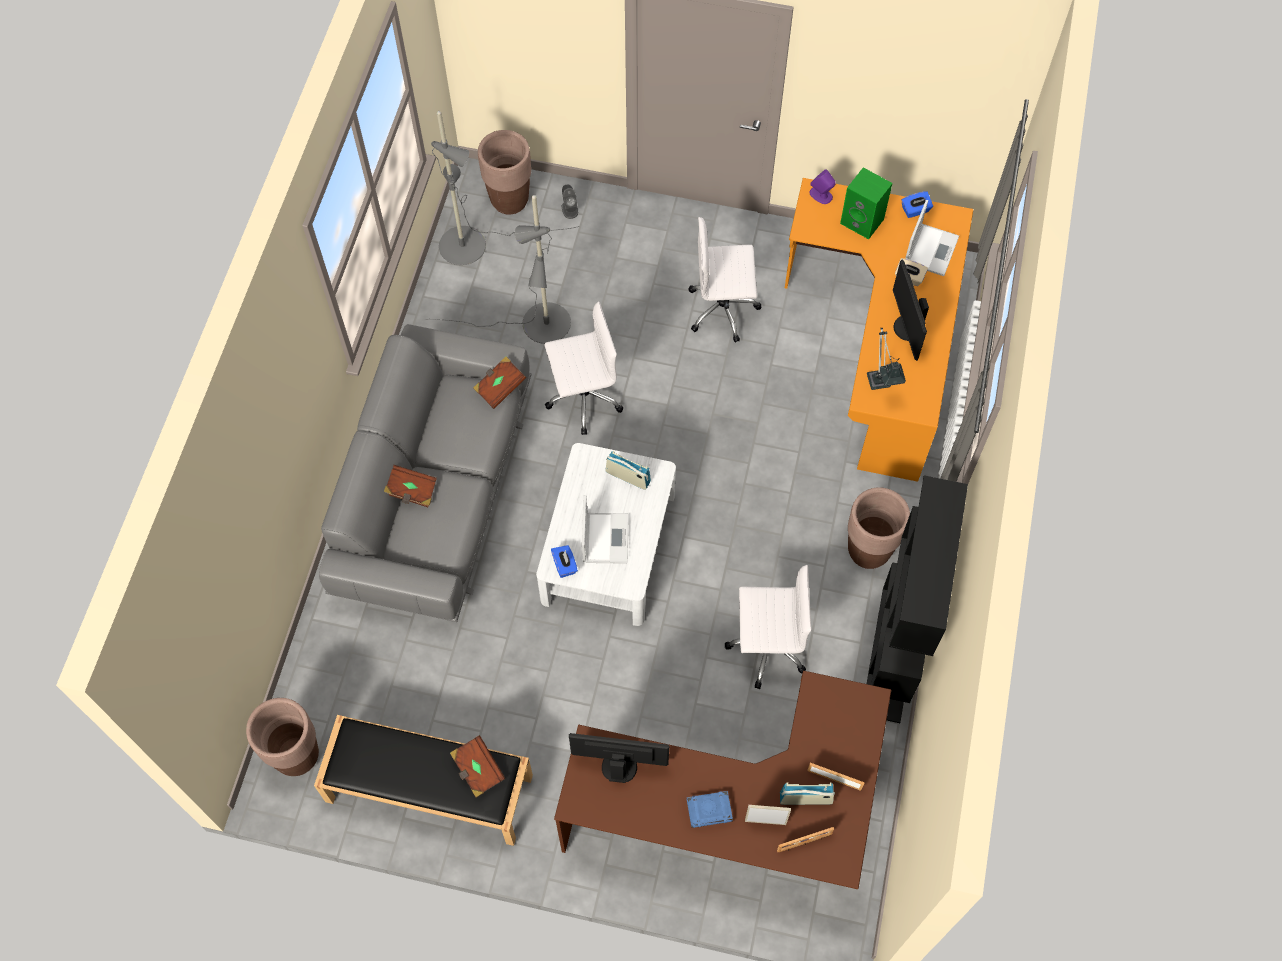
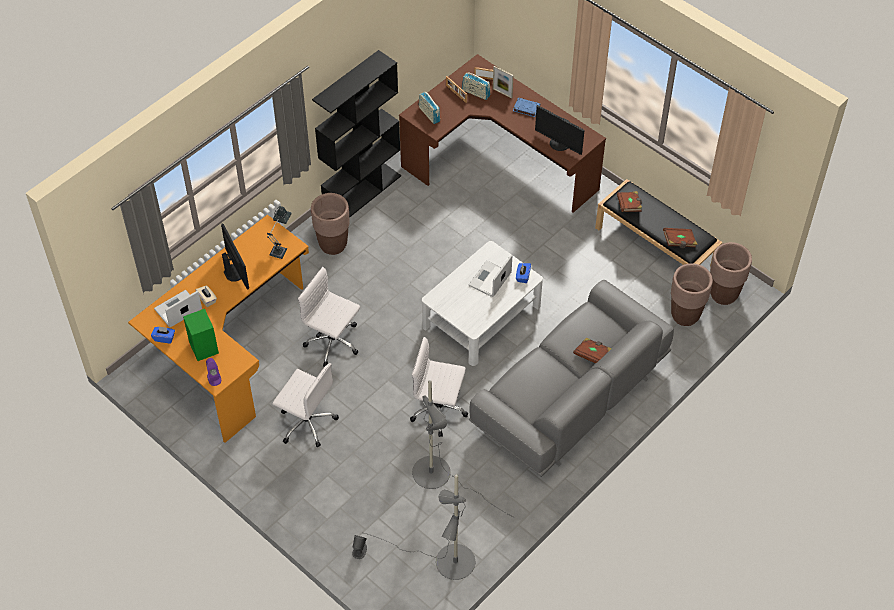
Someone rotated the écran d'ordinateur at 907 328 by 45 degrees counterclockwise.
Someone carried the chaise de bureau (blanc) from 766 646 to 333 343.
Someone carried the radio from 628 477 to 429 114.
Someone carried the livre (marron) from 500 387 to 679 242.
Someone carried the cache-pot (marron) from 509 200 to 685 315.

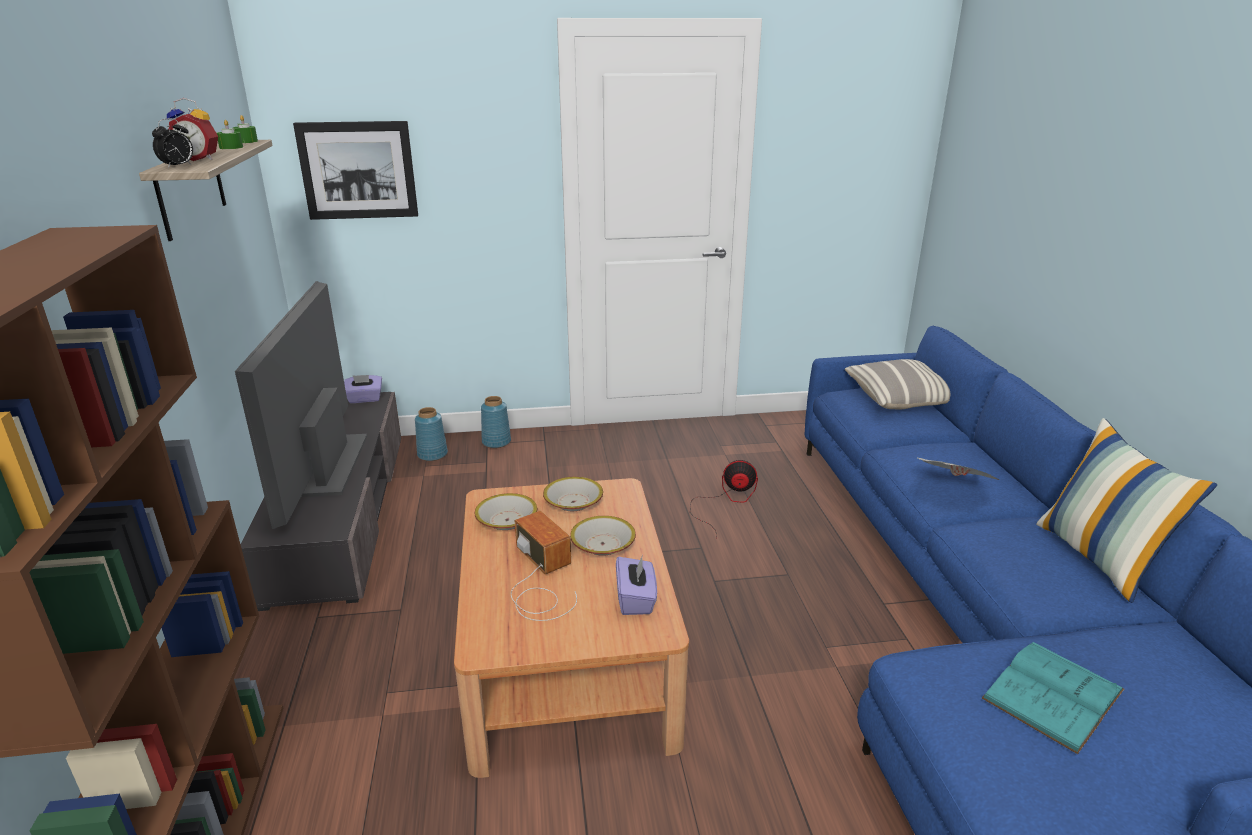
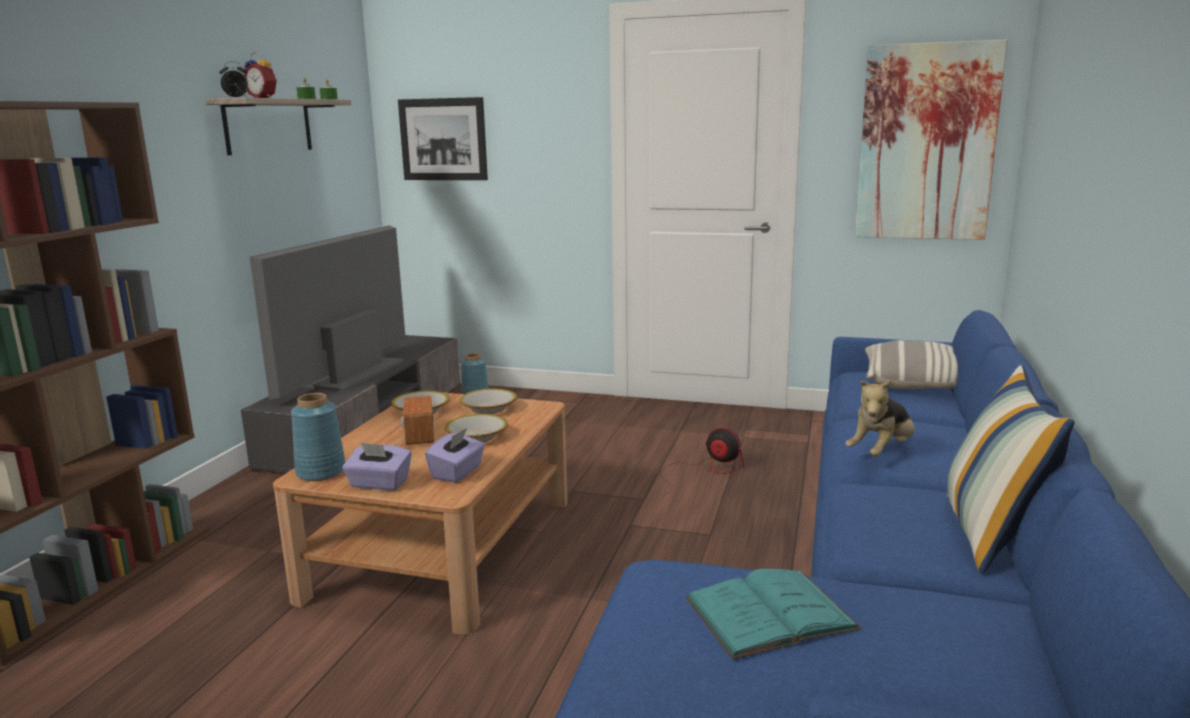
Someone carried the vase (bleu) from 496 442 to 321 472.
Someone carried the boîte à mouchoirs (violet) from 365 399 to 379 484.
Someone swapped the journal at 954 487 for the peluche at 881 452.
Someone put up the tableau at 926 143.

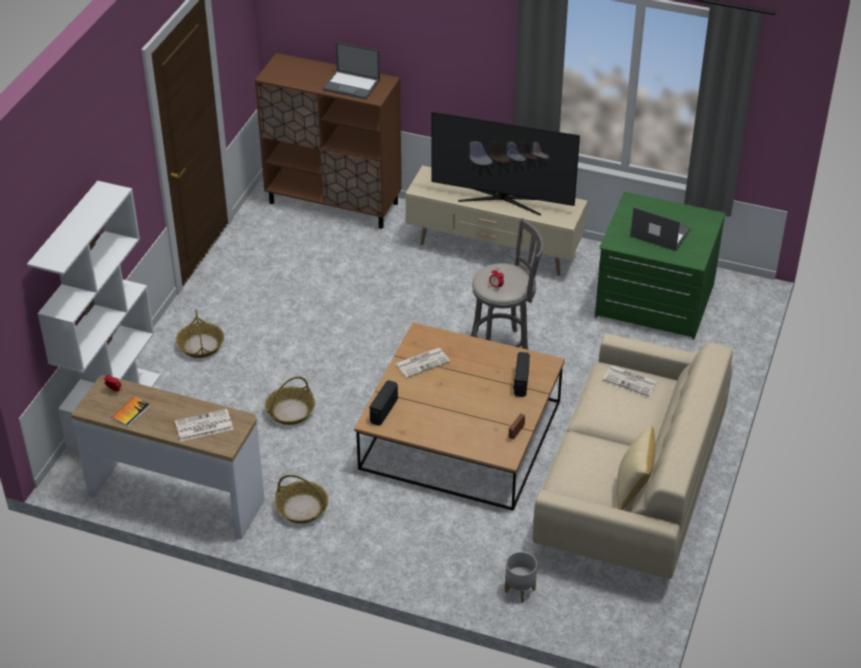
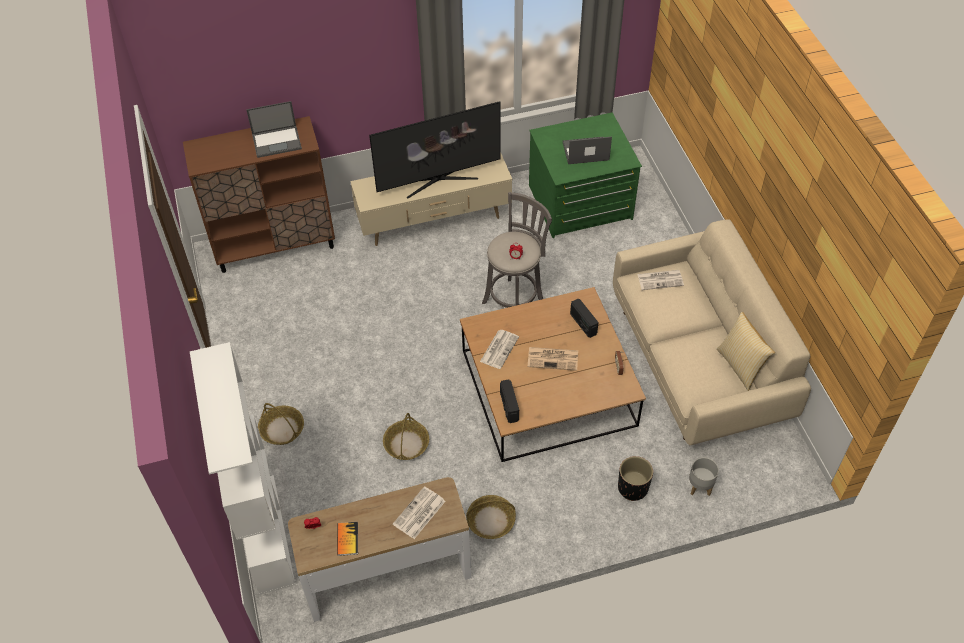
Someone put down the journal at 553 358.
Someone put down the cache-pot (noir) at 633 487.

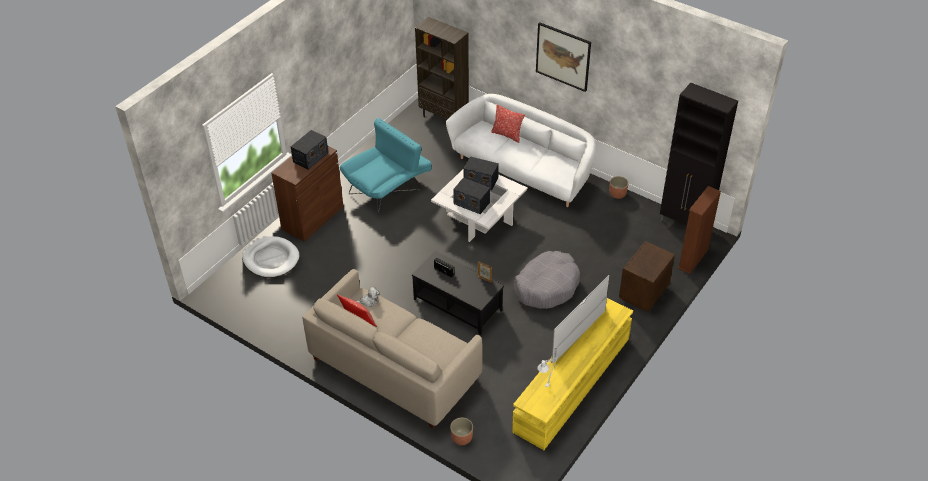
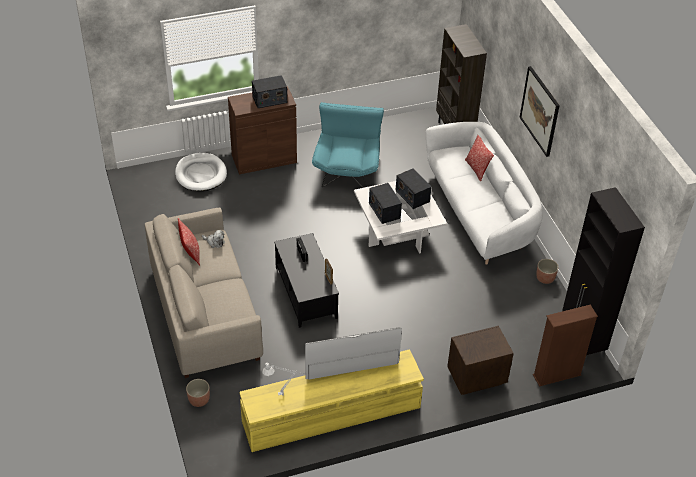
Someone rotated the fauteuil (turquoise) at 388 188 by 75 degrees counterclockwise.
Someone took away the panier pour chien (gris) at 546 286.

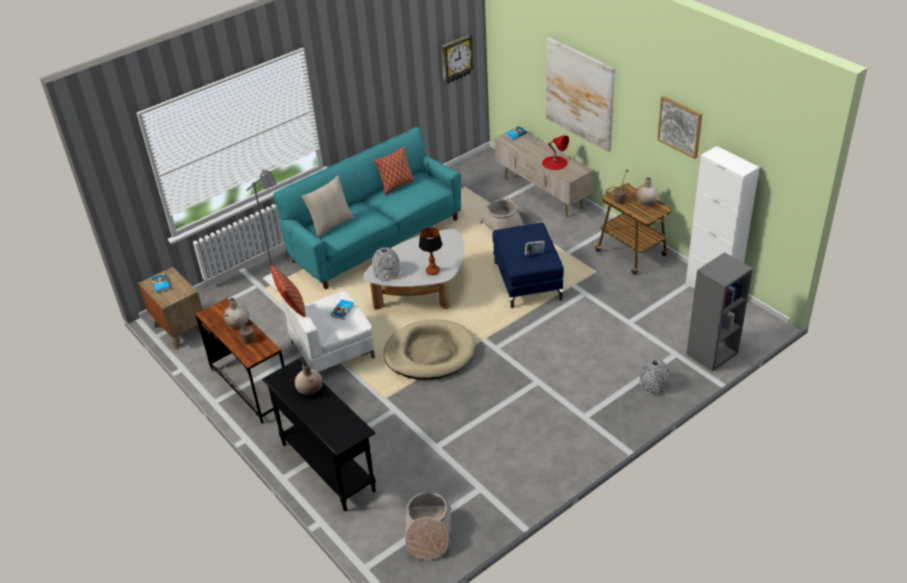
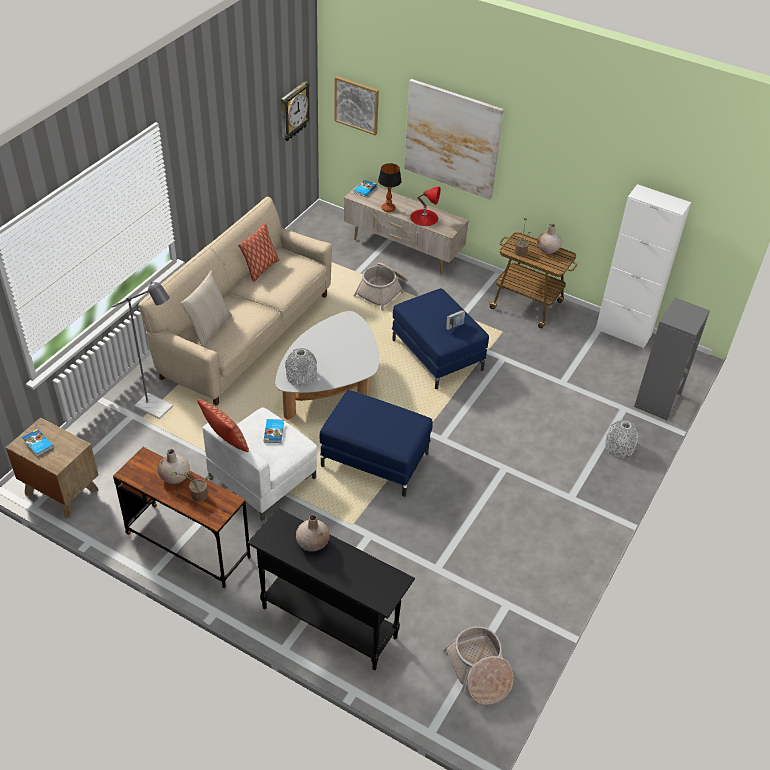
Someone repainted the canapé (turquoise) at 376 239, which became the canapé (beige) at 246 334.
Someone swapped the panier pour chien (beige) at 429 353 for the pouf (bleu) at 374 459.
Someone carried the tableau from 680 126 to 357 105.
Someone carried the lampe de table from 432 271 to 388 209.

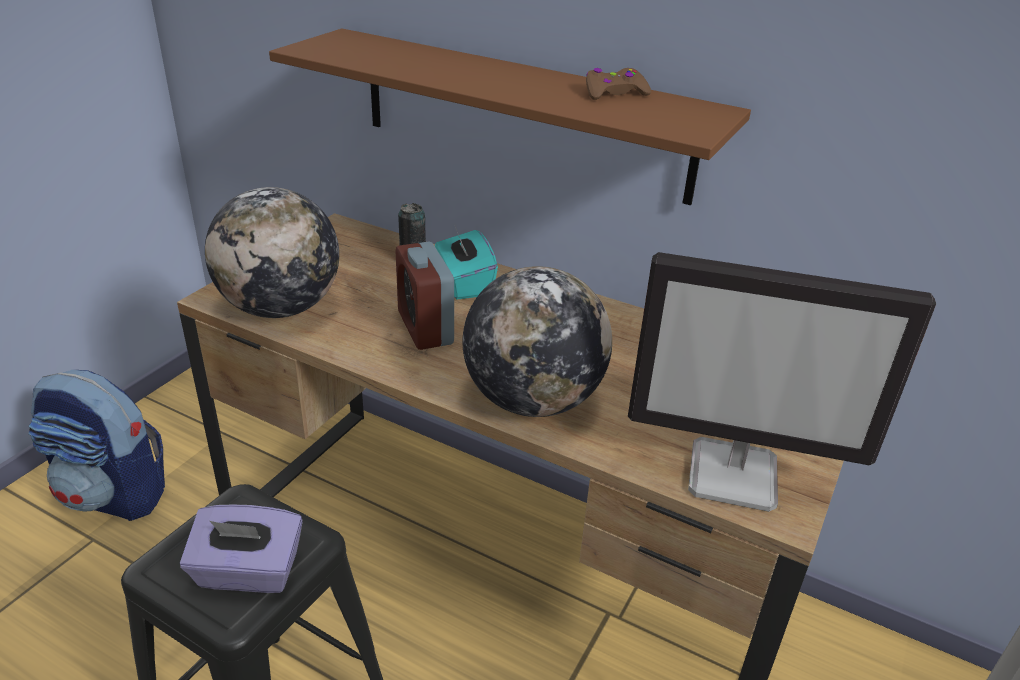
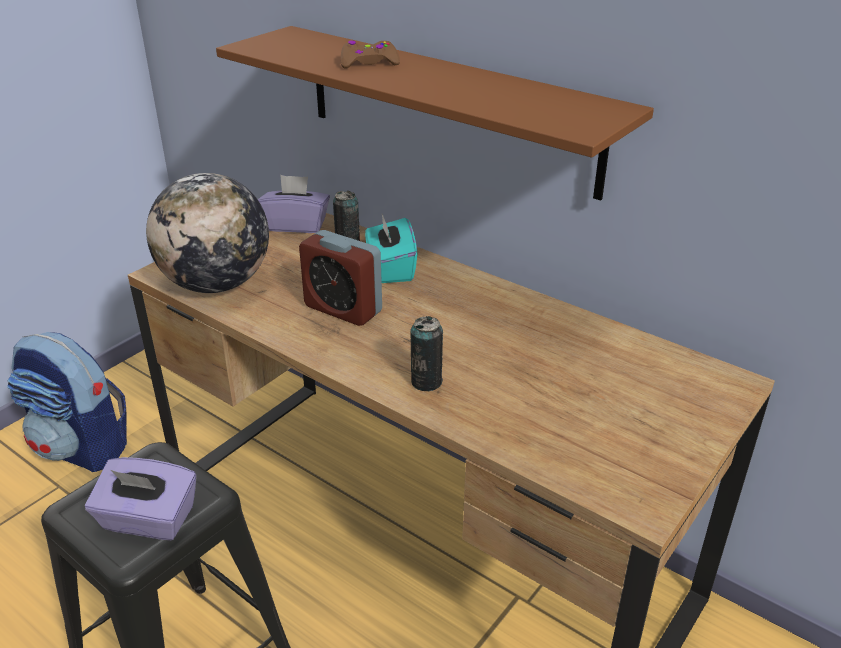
Someone put down the boîte à mouchoirs (violet) at 296 225.
Someone rotated the réveil at 425 328 by 45 degrees counterclockwise.
Someone carried the manette (marron) from 614 93 to 369 63.
Someone swapped the globe at 532 400 for the boîte métallique at 426 382.
Someone took away the écran d'ordinateur at 735 475.

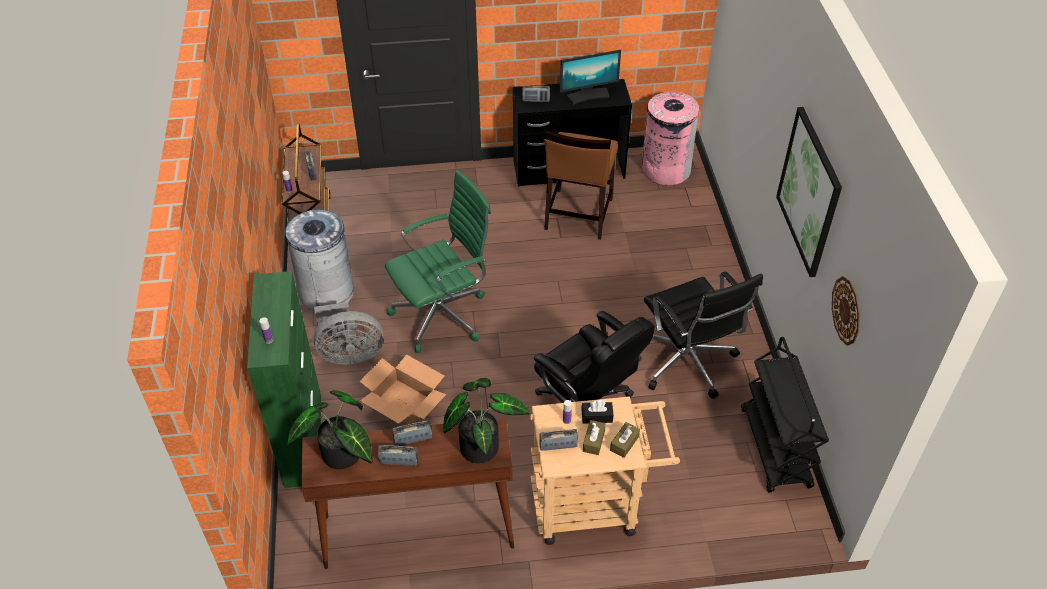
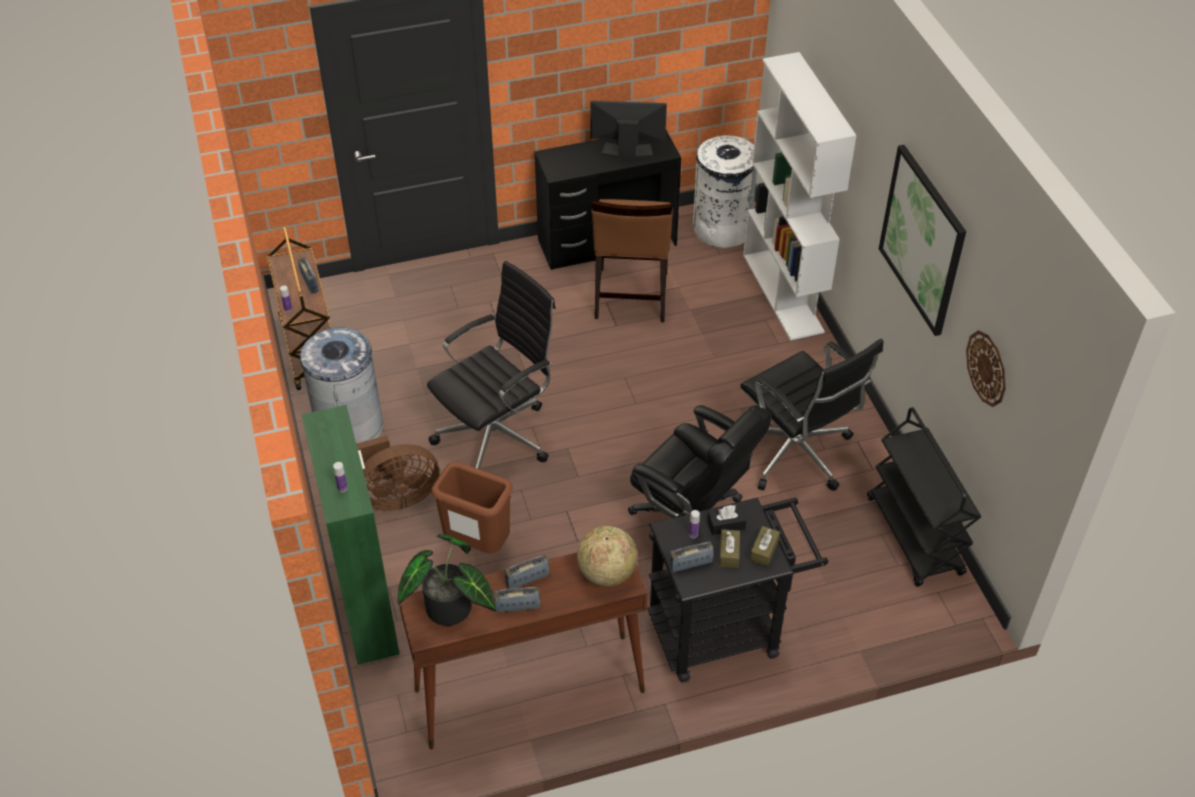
Someone repainted the ventilateur (gris) at 349 353, which became the ventilateur (marron) at 396 496.
Someone repainted the chaise de bureau (vert) at 443 314, which became the chaise de bureau (noir) at 497 435.
Someone swapped the carton at 404 402 for the poubelle (marron) at 476 545.
Someone swapped the plante en pot at 481 443 for the globe at 607 573.
Someone rotated the écran d'ordinateur at 588 95 by 150 degrees counterclockwise.
Someone repainted the chariot (beige) at 594 505, which became the chariot (noir) at 725 630.
Someone repainted the poubelle (rose) at 665 169, which became the poubelle (blanc) at 722 229.
Someone put down the bibliothèque (blanc) at 783 293.
Someone took away the radio at 535 100.

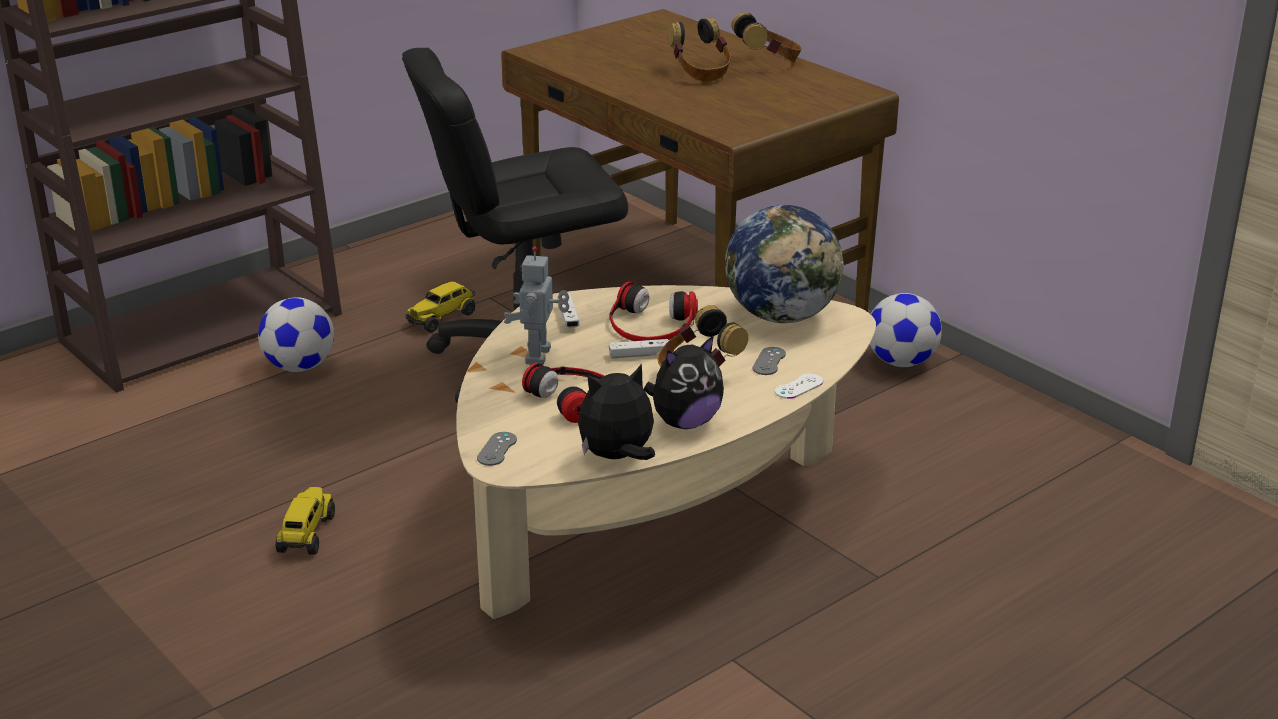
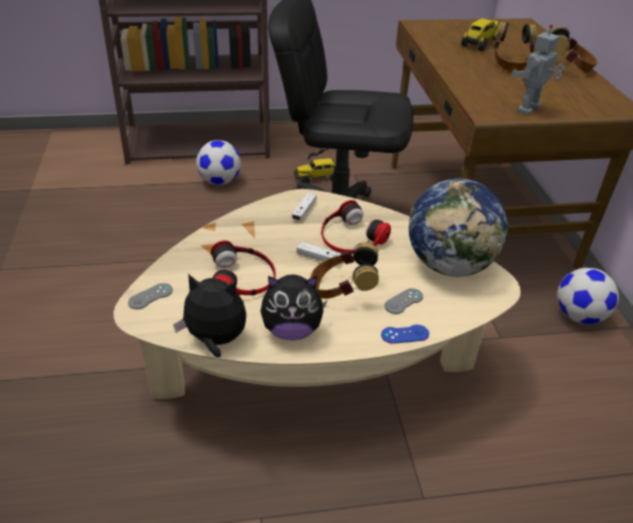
Someone repainted the manette (blanc) at 798 386, which became the manette (bleu) at 405 334.
Someone carried the camion jouet from 306 534 to 480 43.
Someone carried the robot jouet from 540 356 to 530 110.

